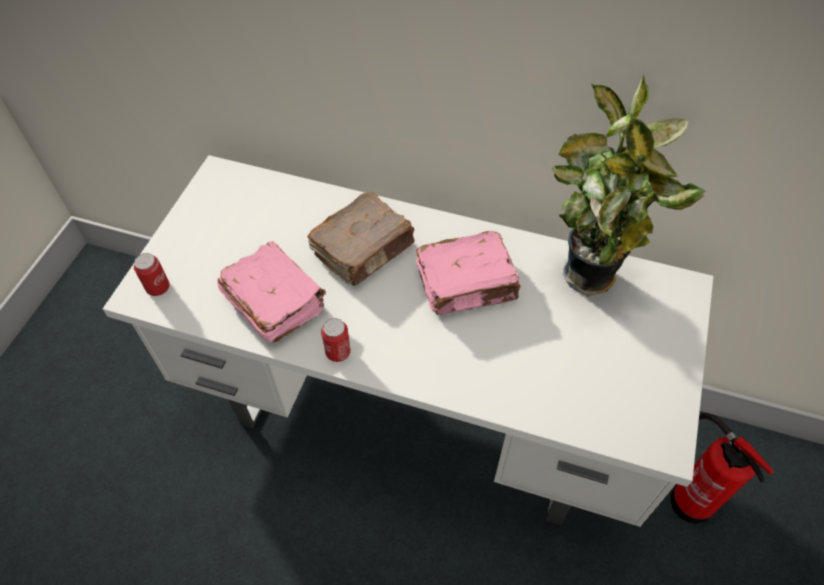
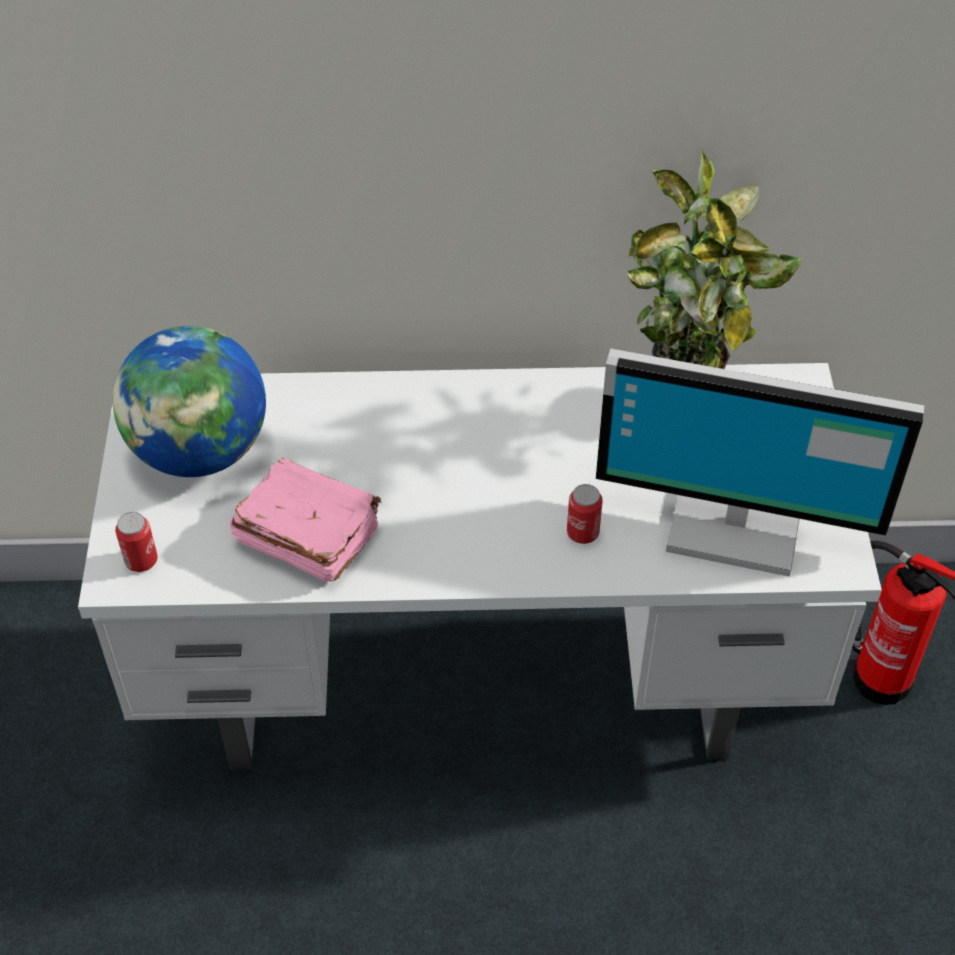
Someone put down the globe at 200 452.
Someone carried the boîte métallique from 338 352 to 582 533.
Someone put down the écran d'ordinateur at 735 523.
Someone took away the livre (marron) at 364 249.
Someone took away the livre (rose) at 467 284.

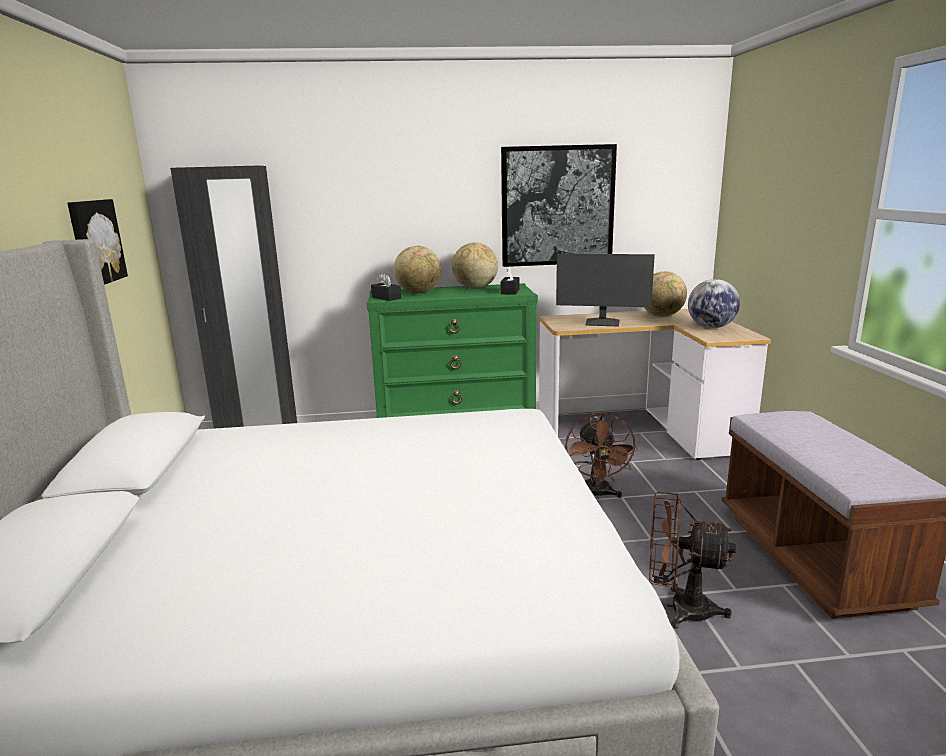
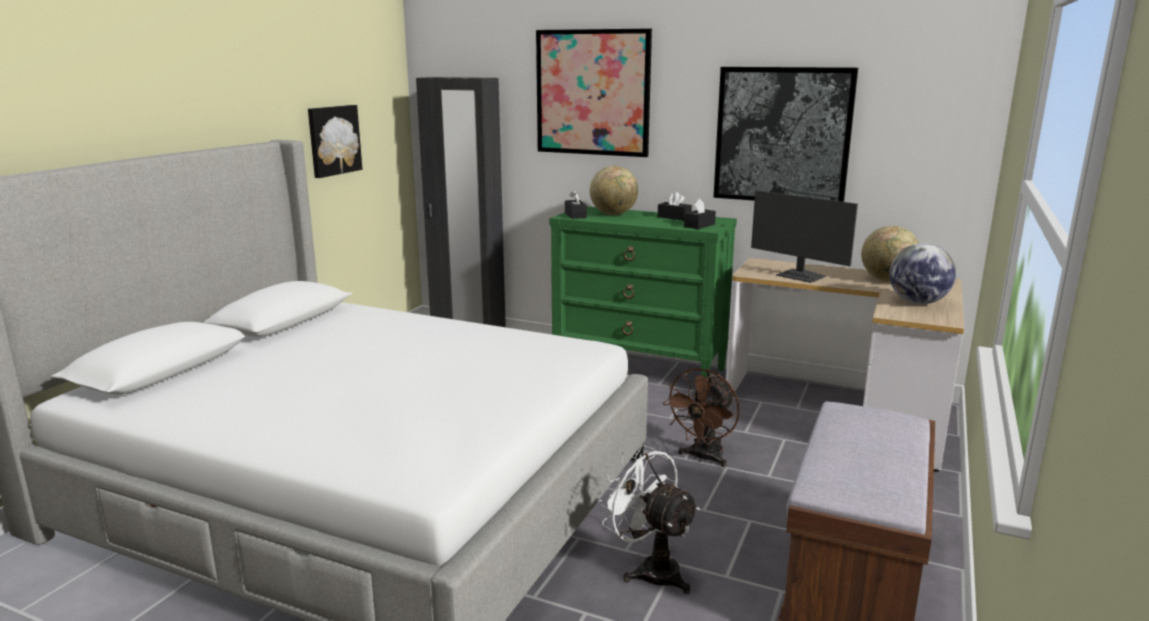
Someone put up the tableau at 593 93.
Someone repainted the ventilateur (marron) at 679 608, which became the ventilateur (blanc) at 650 569.
Someone swapped the globe at 475 288 for the boîte à mouchoirs (noir) at 674 217.

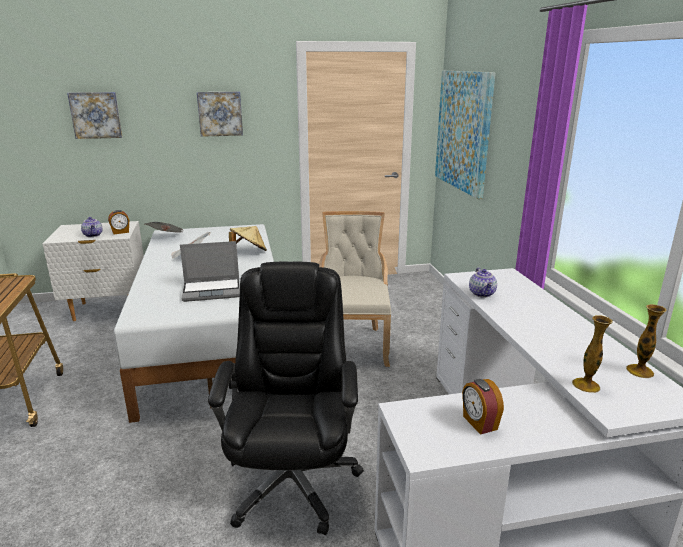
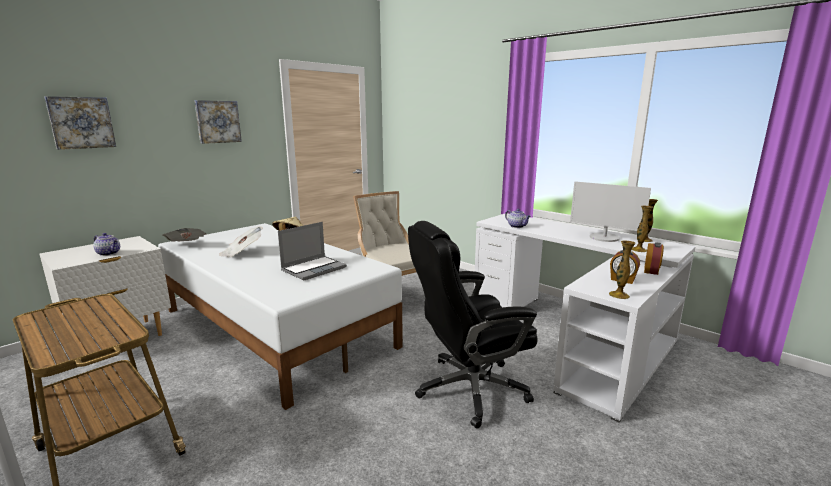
Someone rotated the chaise de bureau (noir) at 292 480 by 75 degrees counterclockwise.
Someone put down the écran d'ordinateur at 604 238.
Someone put down the vase at 619 295.
Someone carried the réveil from 120 232 to 651 271.
Someone took away the tableau at 463 131.

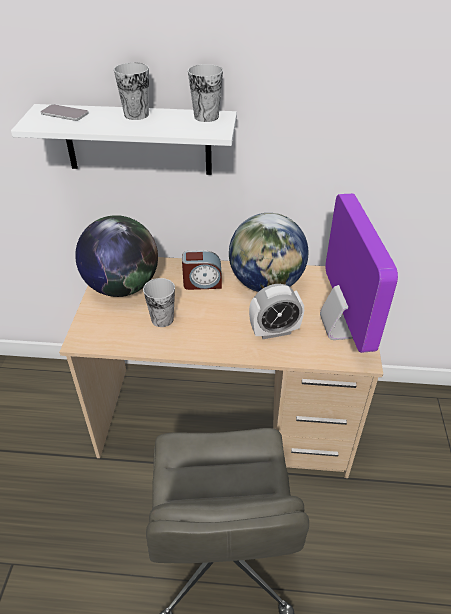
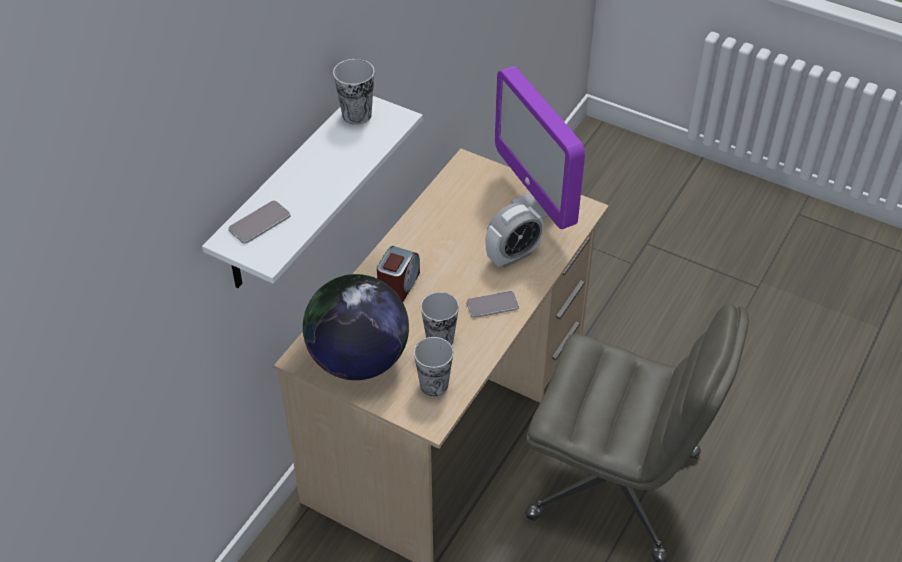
Someone carried the tasse from 136 115 to 434 385.
Someone put down the téléphone at 492 305.
Someone rotated the réveil at 274 331 by 45 degrees clockwise.
Someone rotated the écran d'ordinateur at 340 328 by 135 degrees counterclockwise.
Someone took away the globe at 266 284.

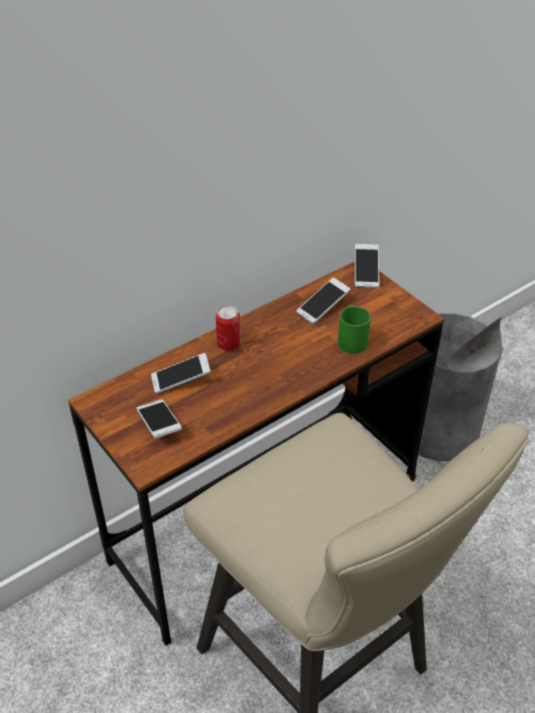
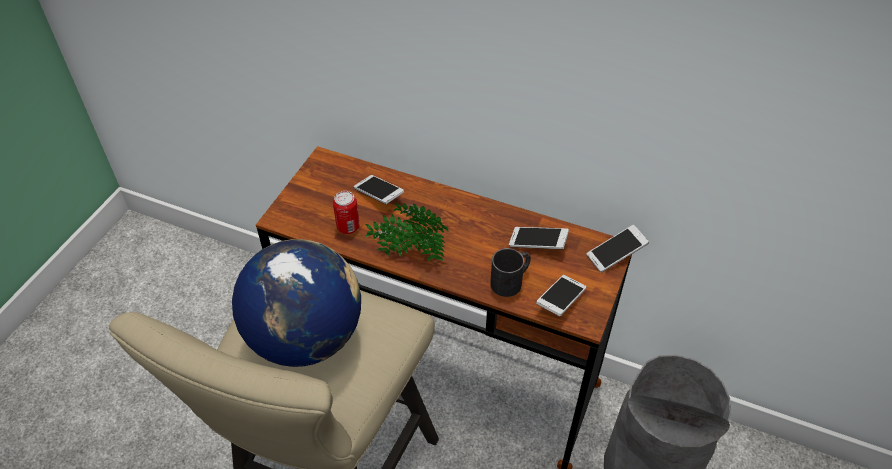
Someone put down the globe at 306 337.
Someone carried the boîte métallique from 229 345 to 348 227.
Someone put down the plante en pot at 409 254.
Someone repainted the mug (vert) at 351 338, which became the mug (noir) at 511 281.
Someone carried the téléphone from 159 425 to 560 300.

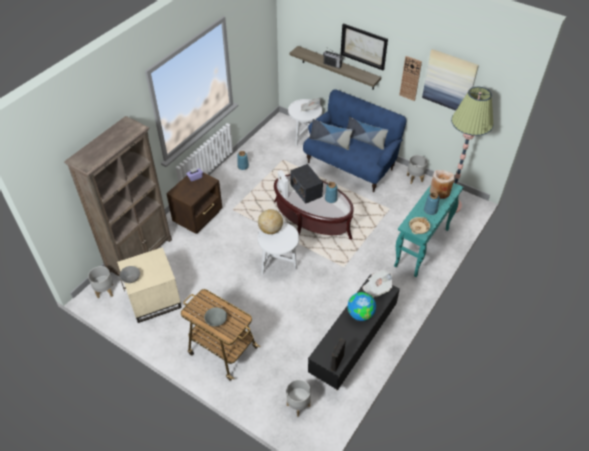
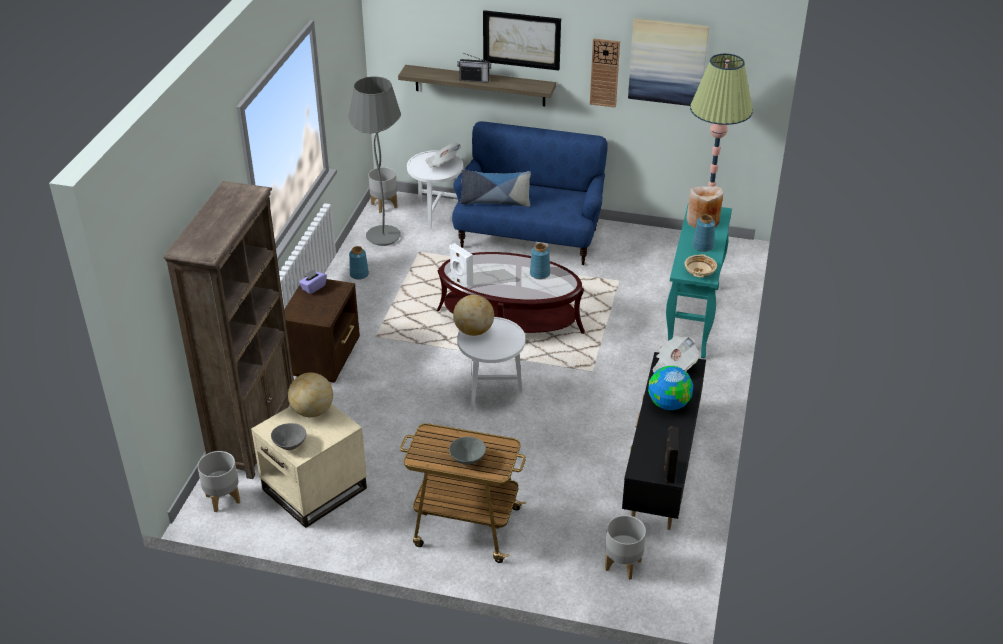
Someone put down the globe at 312 411.
Someone put down the lampadaire (gris) at 383 237.
Someone carried the cache-pot (gris) from 415 178 to 384 205.
Someone took away the radio at 306 190.
Someone took away the coussin at 365 140.

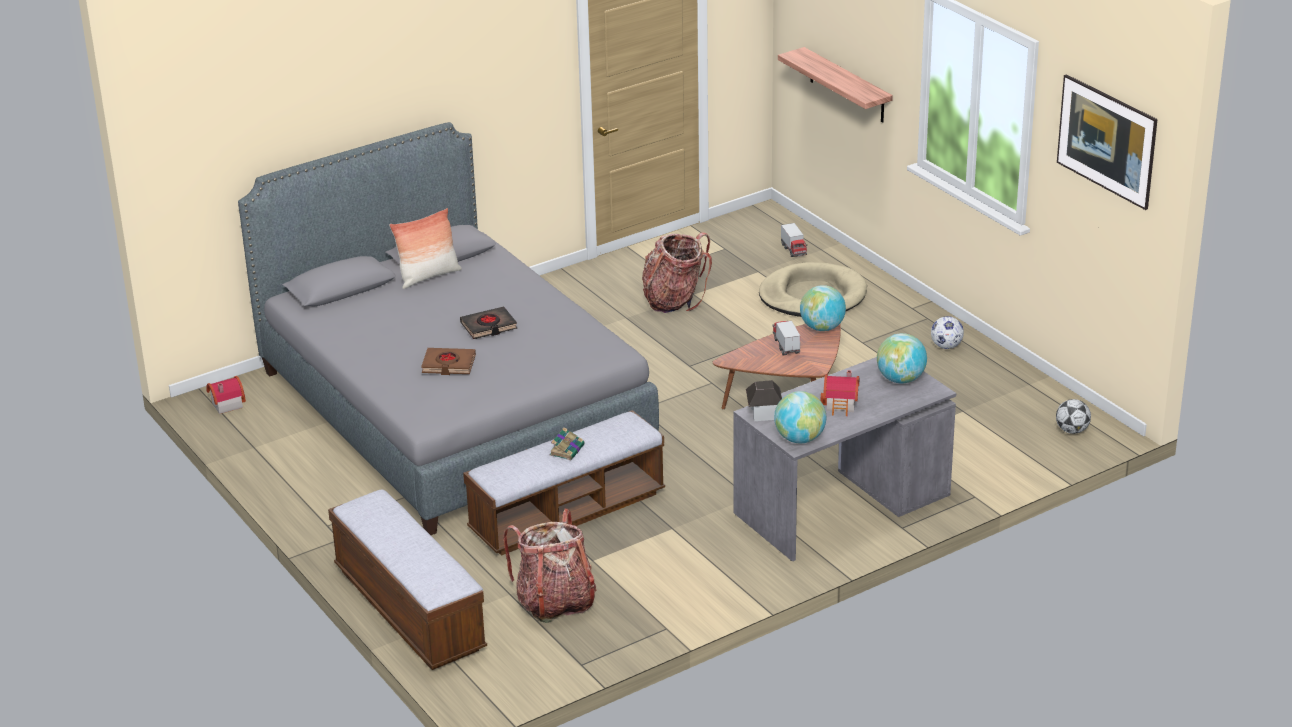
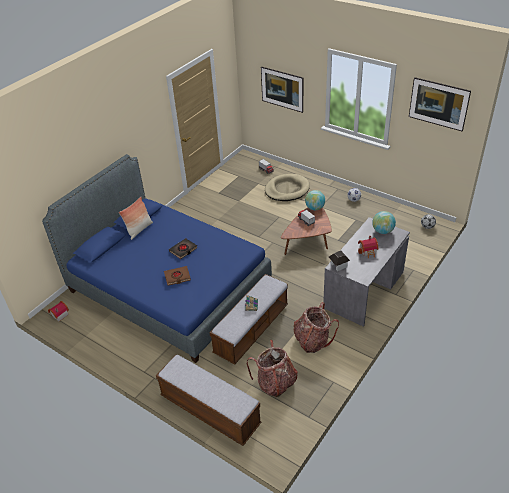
Someone repainted the lit (gris) at 452 409, which became the lit (bleu) at 168 288.
Someone swapped the étagère at 847 86 for the tableau at 282 97.
Someone carried the sac à dos from 674 300 to 312 341.
Someone took away the globe at 799 439.

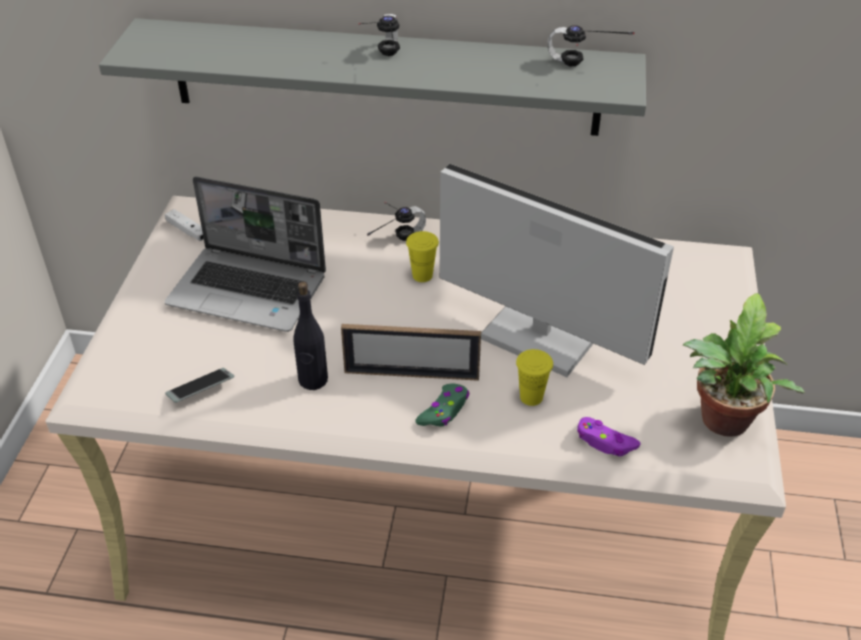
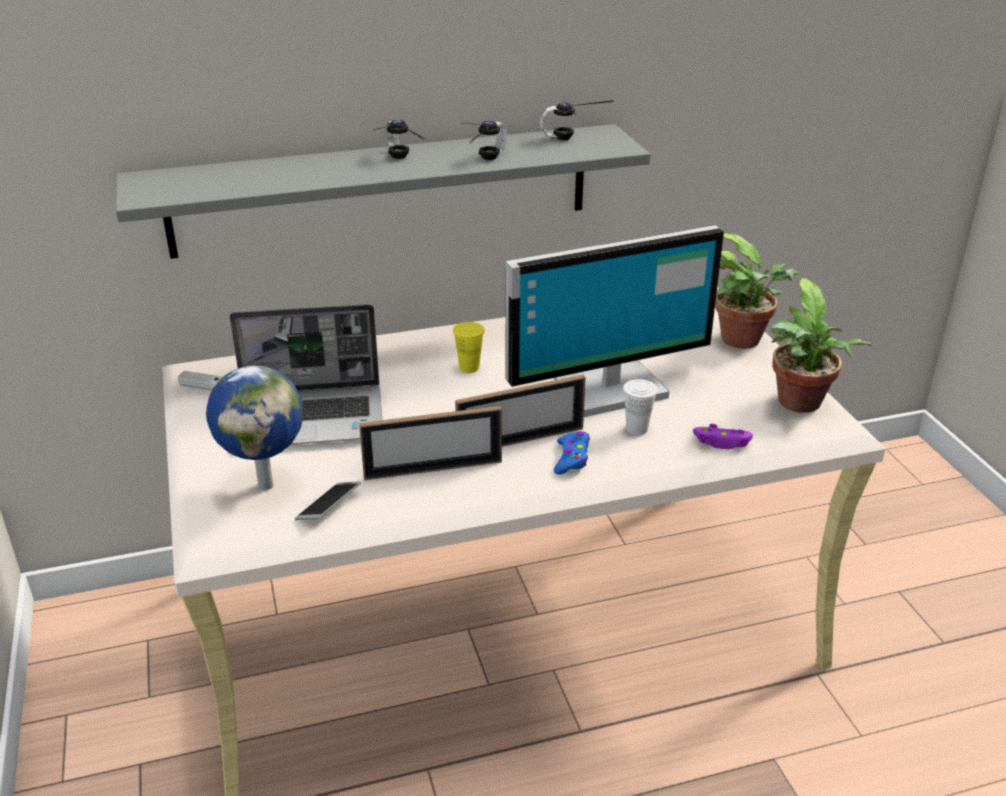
Someone put down the globe at 266 484.
Someone swapped the bouteille (noir) at 313 380 for the cadre photo at 433 469.
Someone carried the casque audio from 391 238 to 476 160.
Someone rotated the écran d'ordinateur at 538 339 by 150 degrees clockwise.
Someone repainted the manette (vert) at 444 411, which became the manette (bleu) at 571 458.
Someone repainted the tasse (jaune) at 531 397, which became the tasse (blanc) at 637 428.
Someone put down the plante en pot at 745 341.

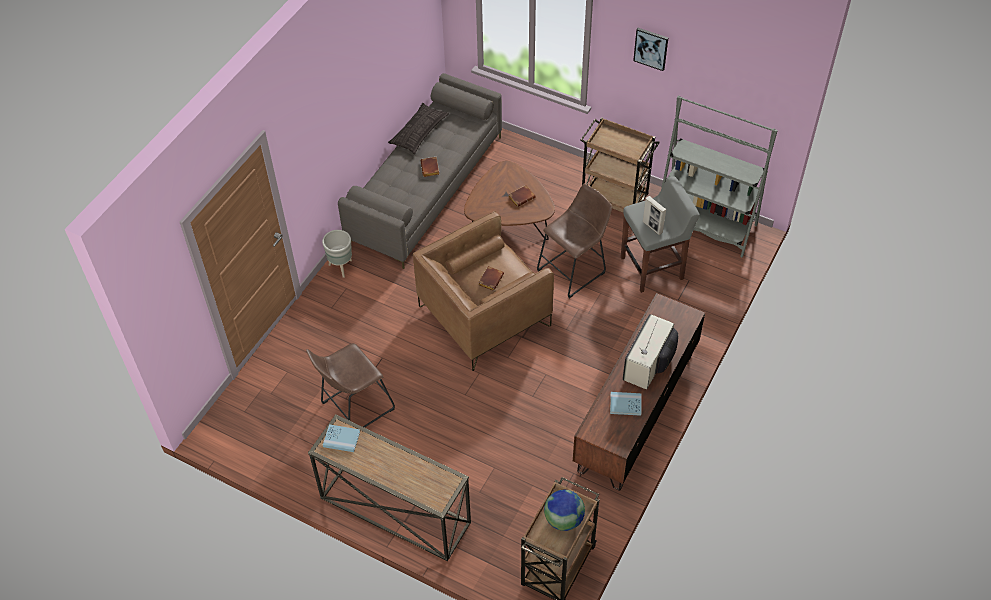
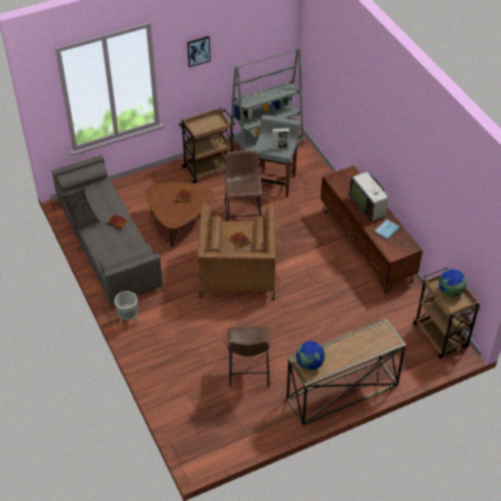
Someone swapped the livre (bleu) at 341 439 for the globe at 309 364.

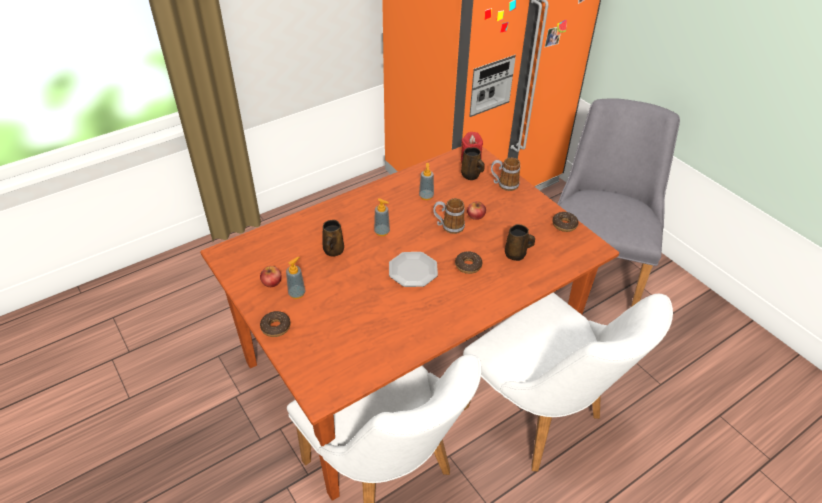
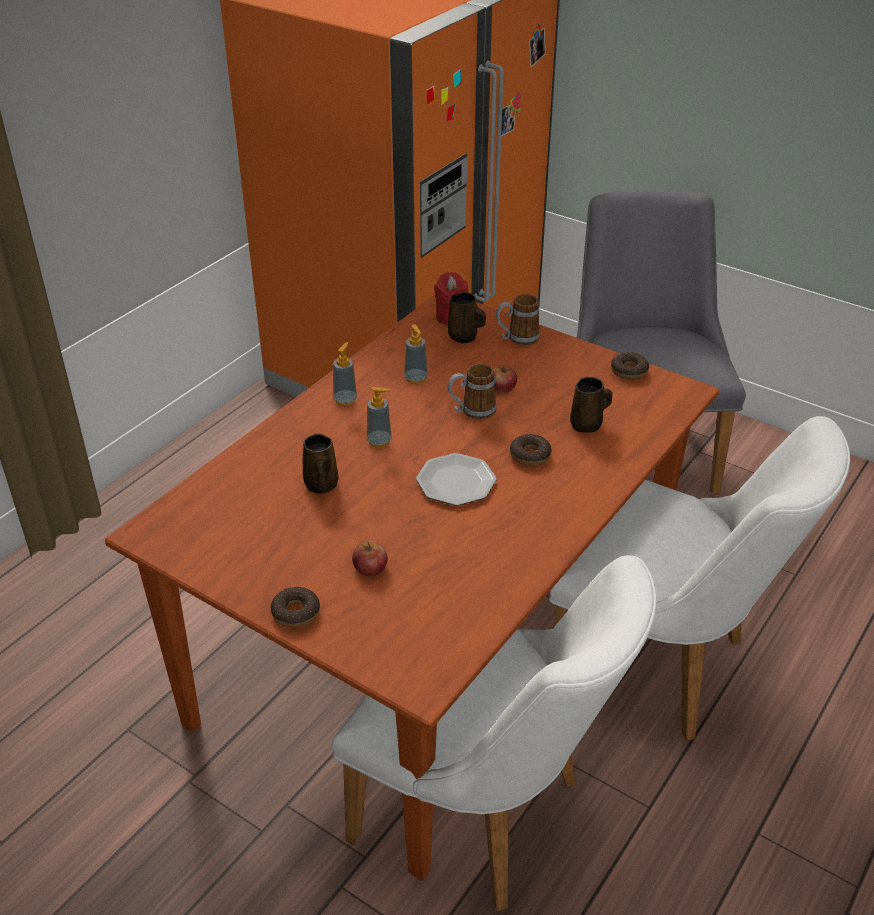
Someone carried the distributeur de savon from 297 293 to 345 400.
Someone carried the pomme from 271 282 to 370 567.

